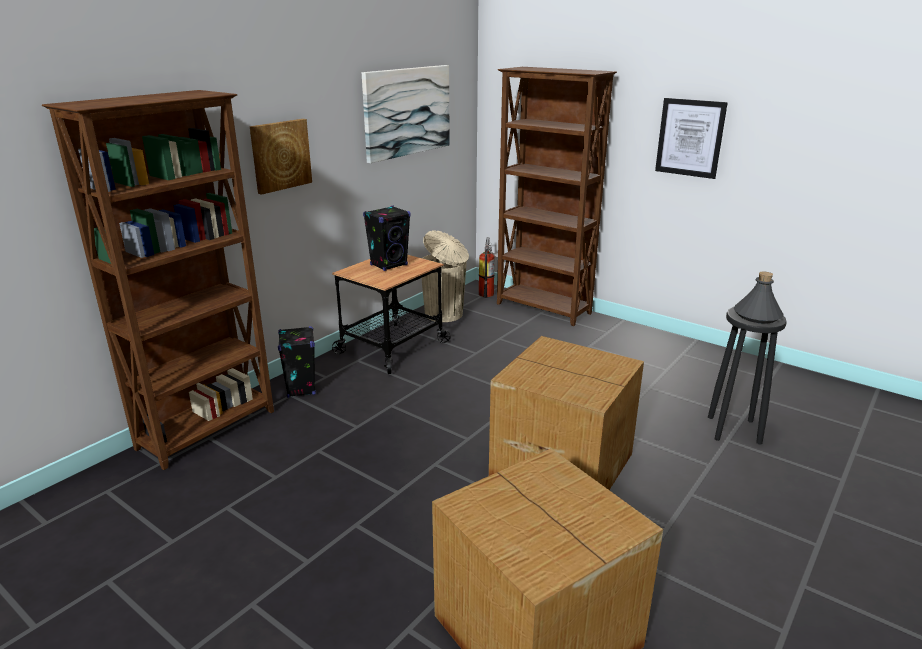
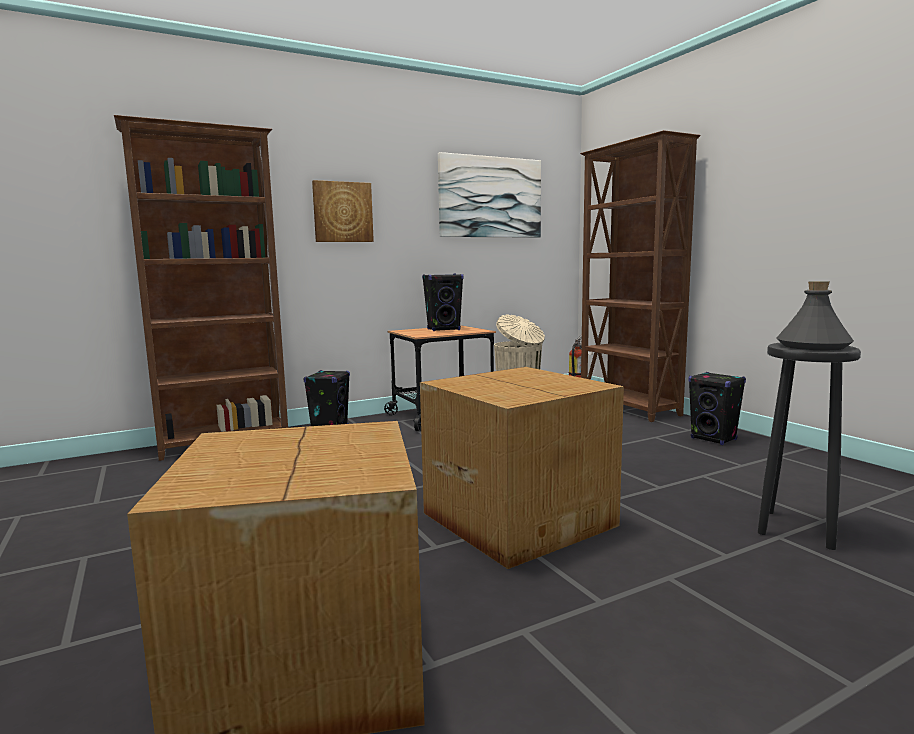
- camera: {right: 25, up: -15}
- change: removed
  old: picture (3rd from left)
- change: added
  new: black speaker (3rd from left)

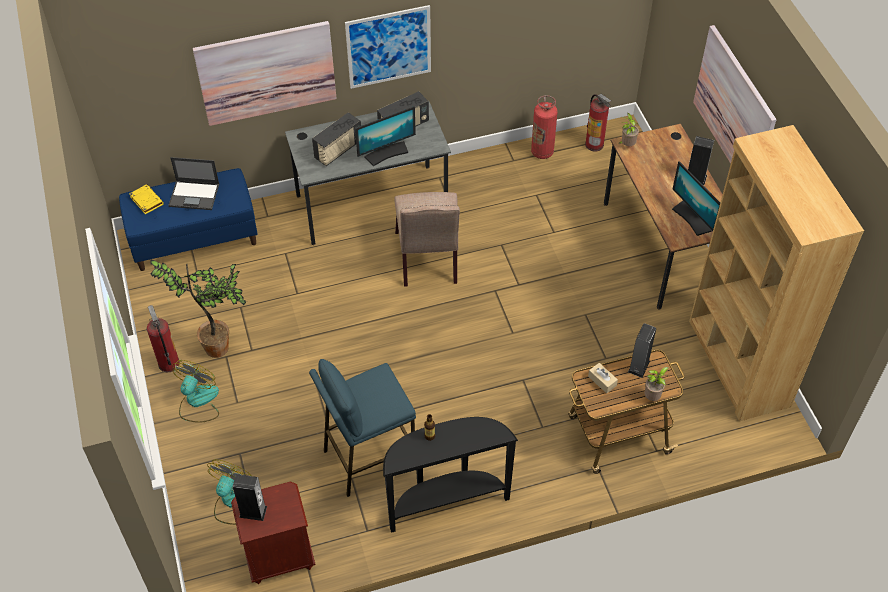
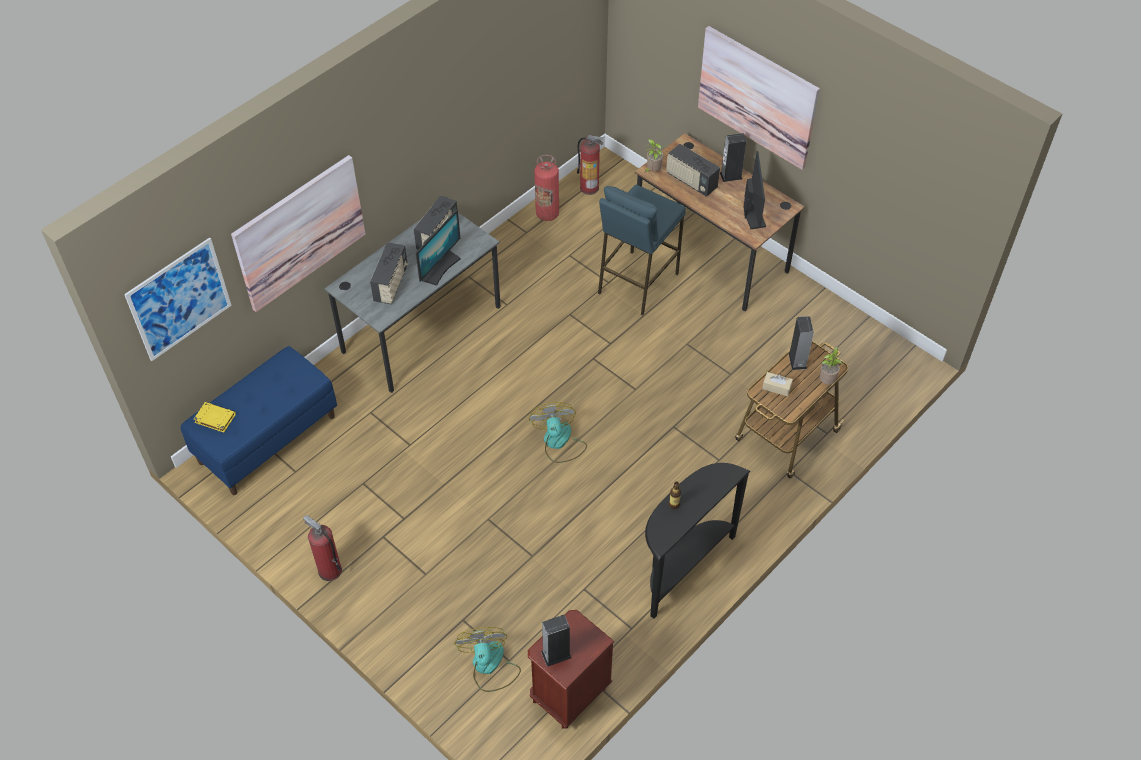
- camera: {right: -30, up: 0}
- change: removed
  old: potted plant (1st from left)
- change: removed
  old: notebook computer
- change: moved
  old: cooling fan (1st from left in the first image)
  new: cooling fan (2nd from left)
- change: moved
  old: bluish stool seat
- change: moved
  old: picture (2nd from left in the first image)
  new: picture (1st from left)
- change: removed
  old: beige upright chair
- change: turned
  old: computer screen (2nd from left)
  degrees: -120
- change: removed
  old: brown-coloured bookshelf
- change: added
  new: radio set (3rd from left)

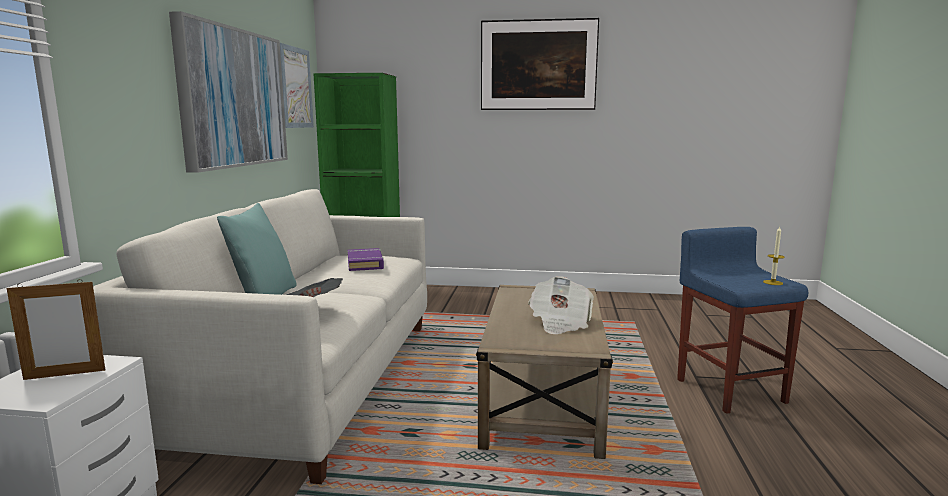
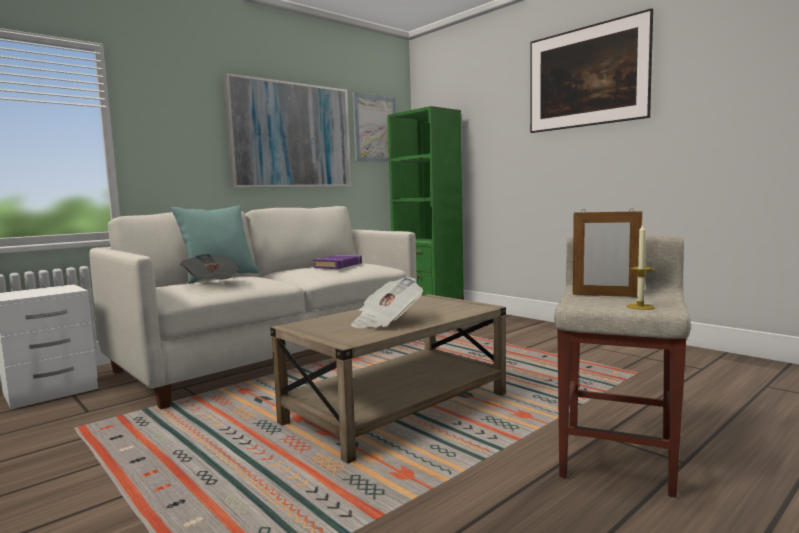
- camera: {right: 40, up: -5}
- change: moved
  old: photo frame
- change: recoloured
  old: bluish stool seat
  new: beige stool seat

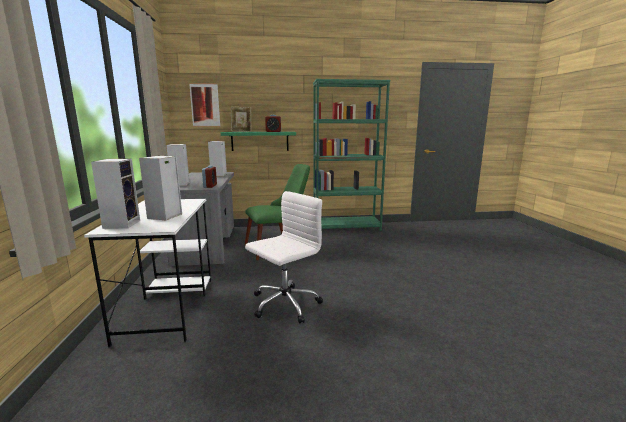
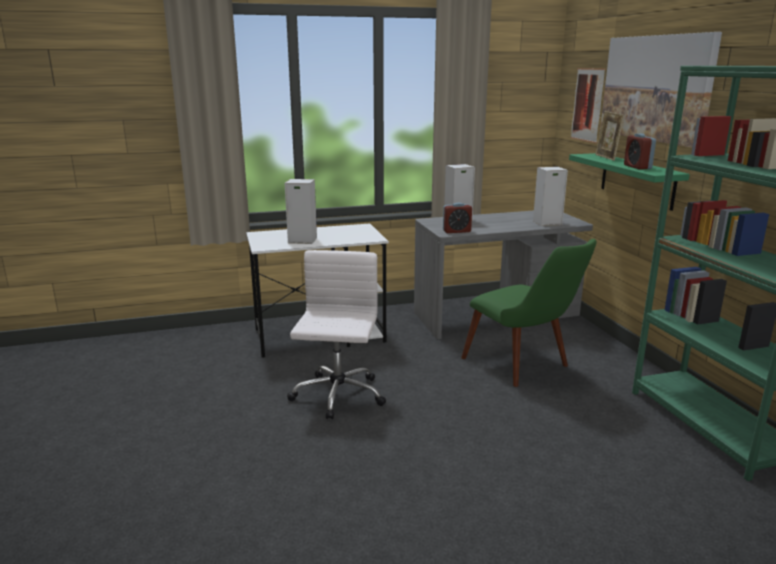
- camera: {right: 80, up: 5}
- change: removed
  old: speaker (1st from left)
- change: turned
  old: white-coloured office chair
  degrees: -120
- change: added
  new: picture (2nd from left)

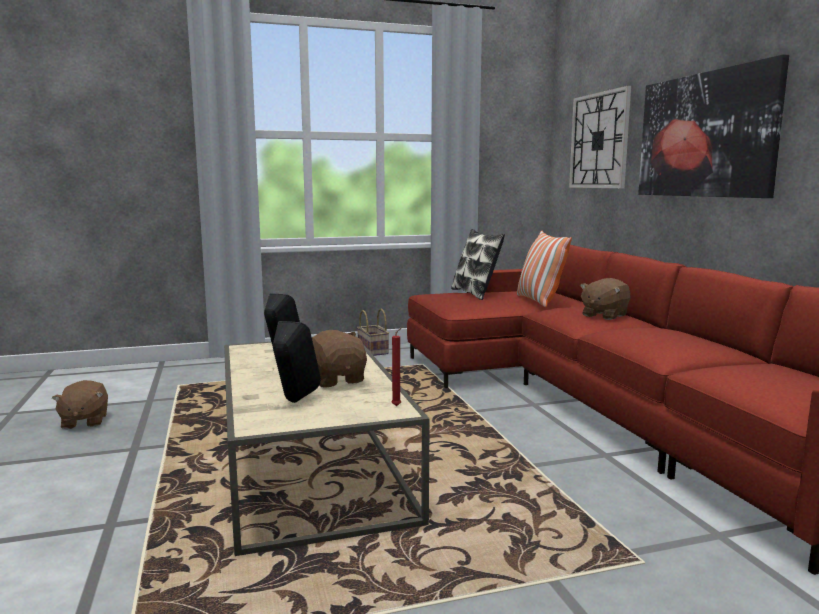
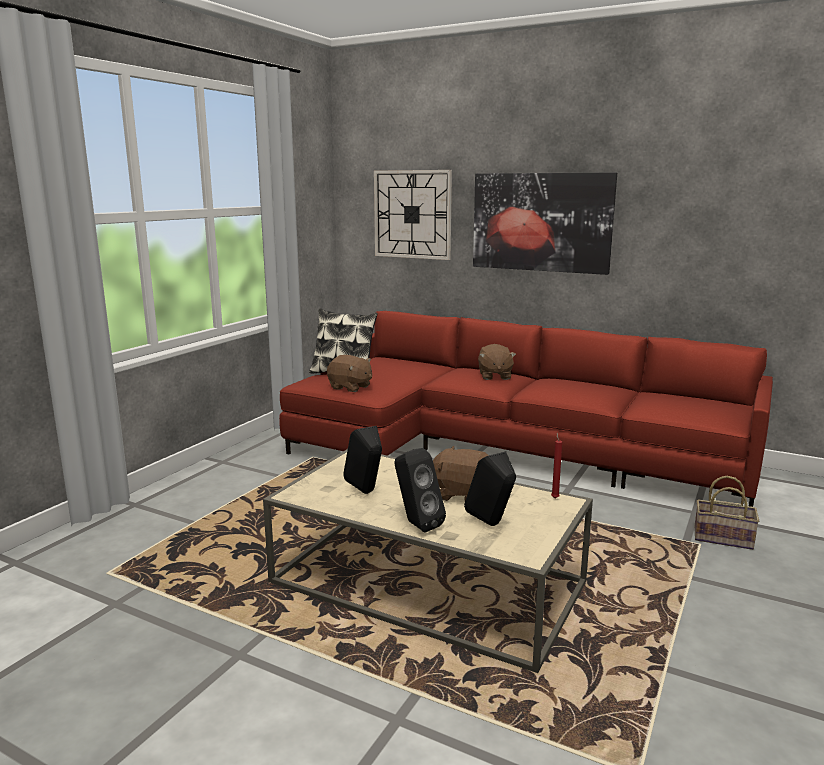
- camera: {right: -45, up: 5}
- change: moved
  old: brown-coloured soft toy (1st from left)
- change: moved
  old: storage basket
- change: removed
  old: pillow (2nd from left)
- change: added
  new: black speaker (2nd from left)

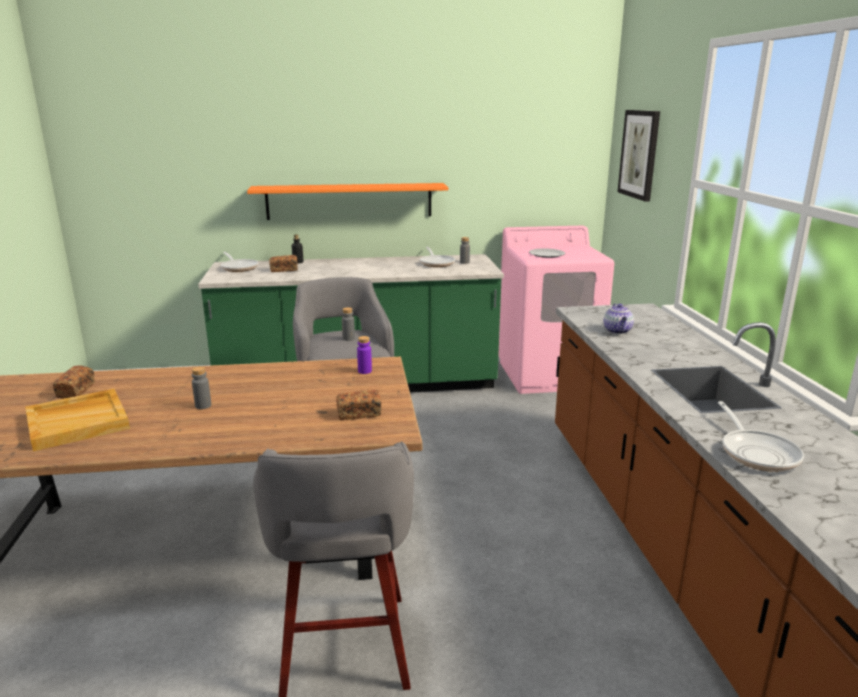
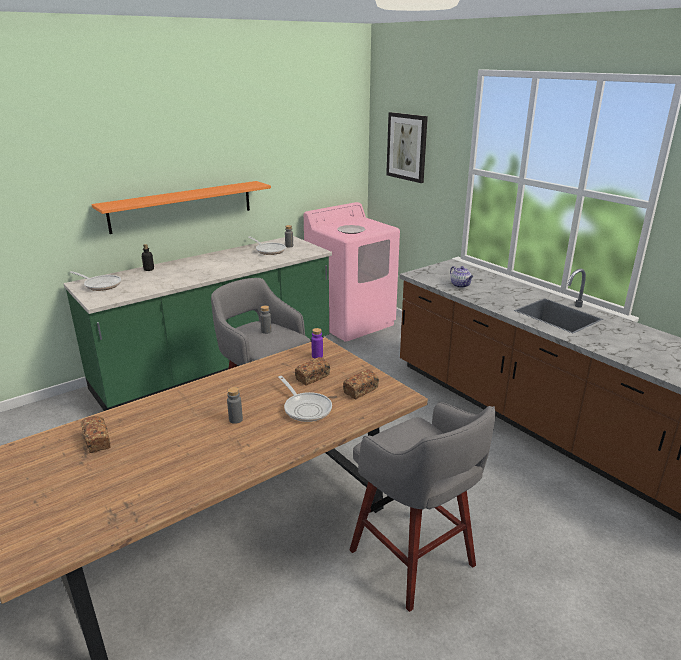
- camera: {right: -30, up: 5}
- change: removed
  old: beige tray
- change: moved
  old: baked bread (2nd from left)
- change: moved
  old: pan (3rd from left)

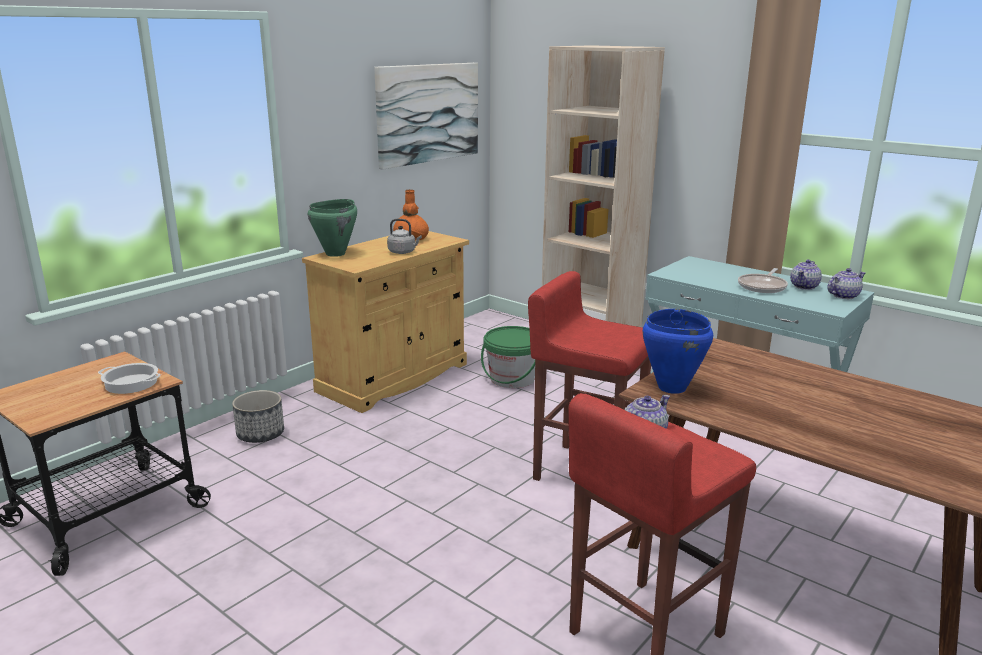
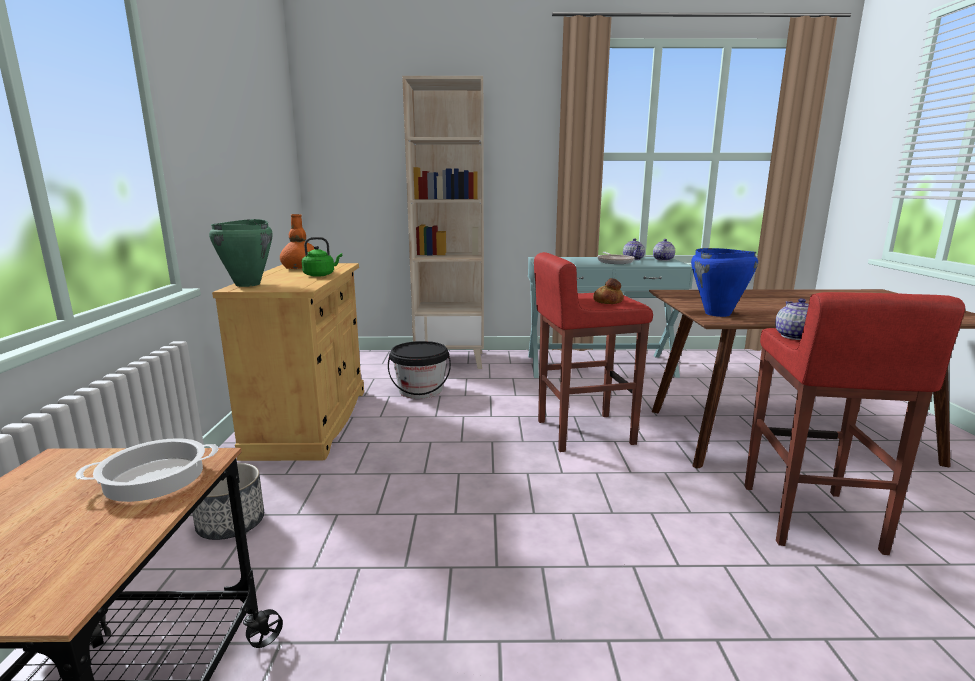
- camera: {right: -40, up: -5}
- change: removed
  old: picture
- change: recoloured
  old: greyish water kettle
  new: greenish water kettle
- change: recoloured
  old: greenish water bucket
  new: black water bucket
- change: added
  new: baked bread

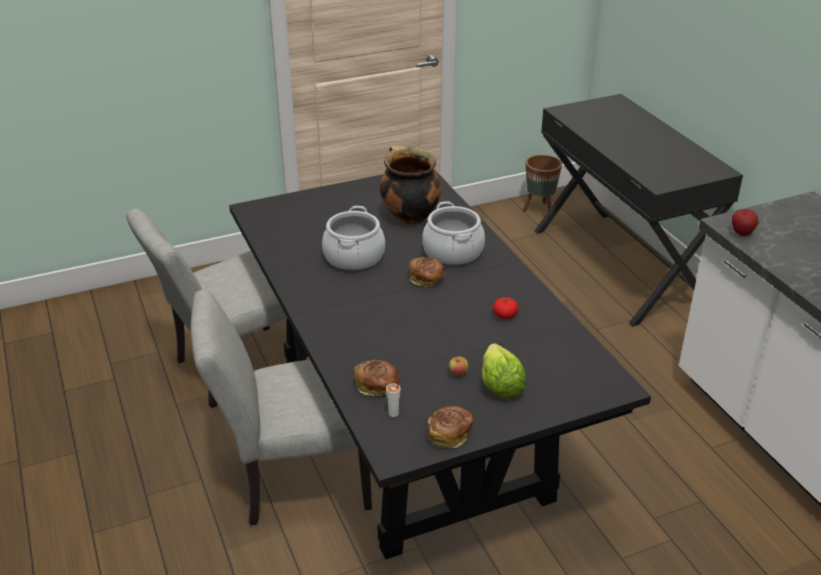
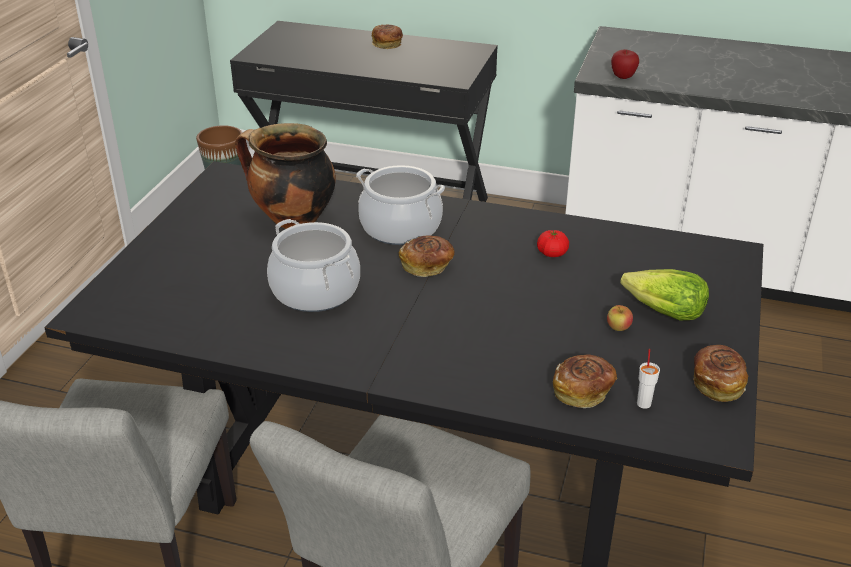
- camera: {right: -50, up: 0}
- change: added
  new: baked bread (1st from left)

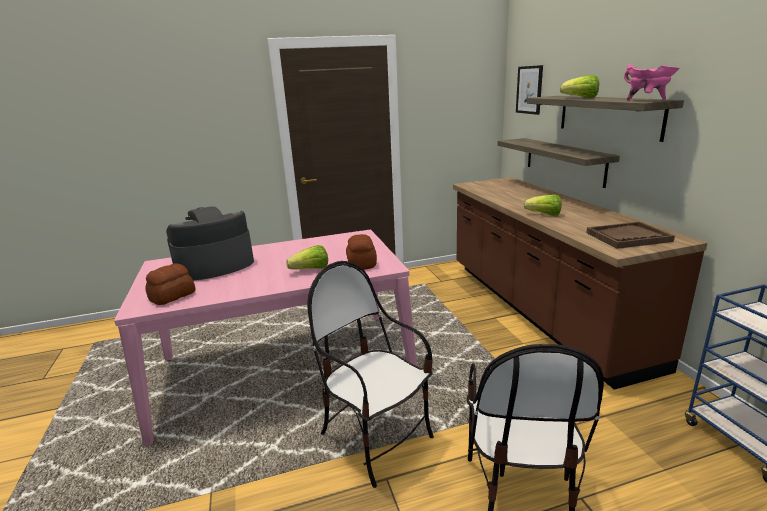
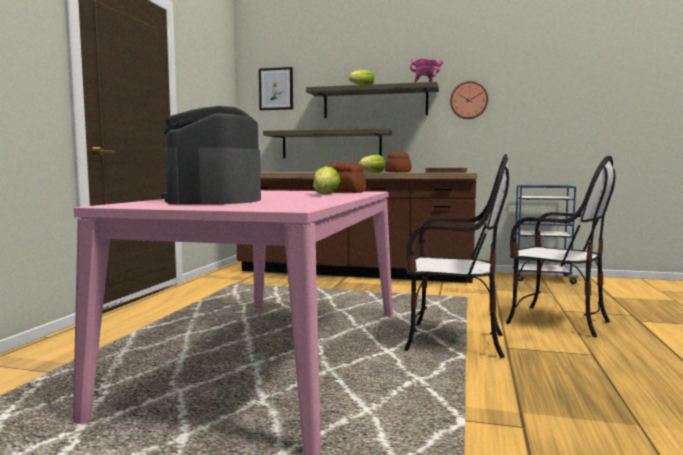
- camera: {right: -60, up: -15}
- change: moved
  old: baked bread (1st from left in the first image)
  new: baked bread (2nd from left)
- change: turned
  old: upright chair (1st from left)
  degrees: -150
- change: added
  new: clock on the wall

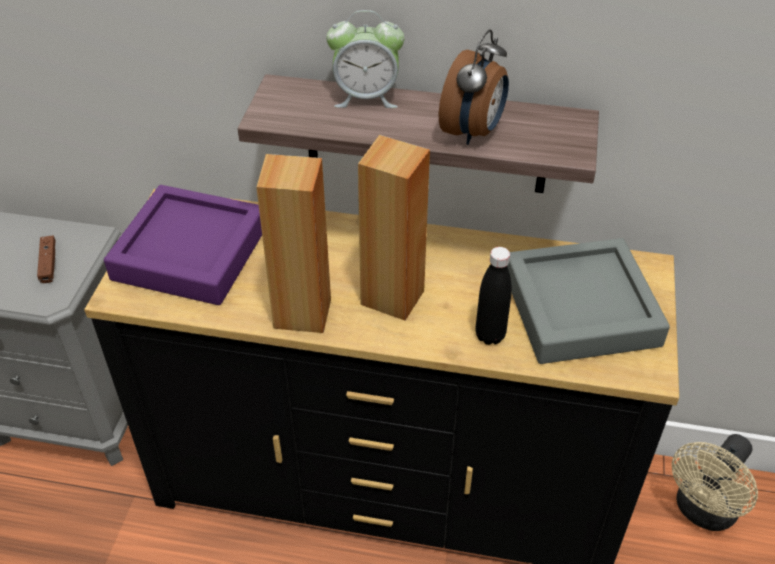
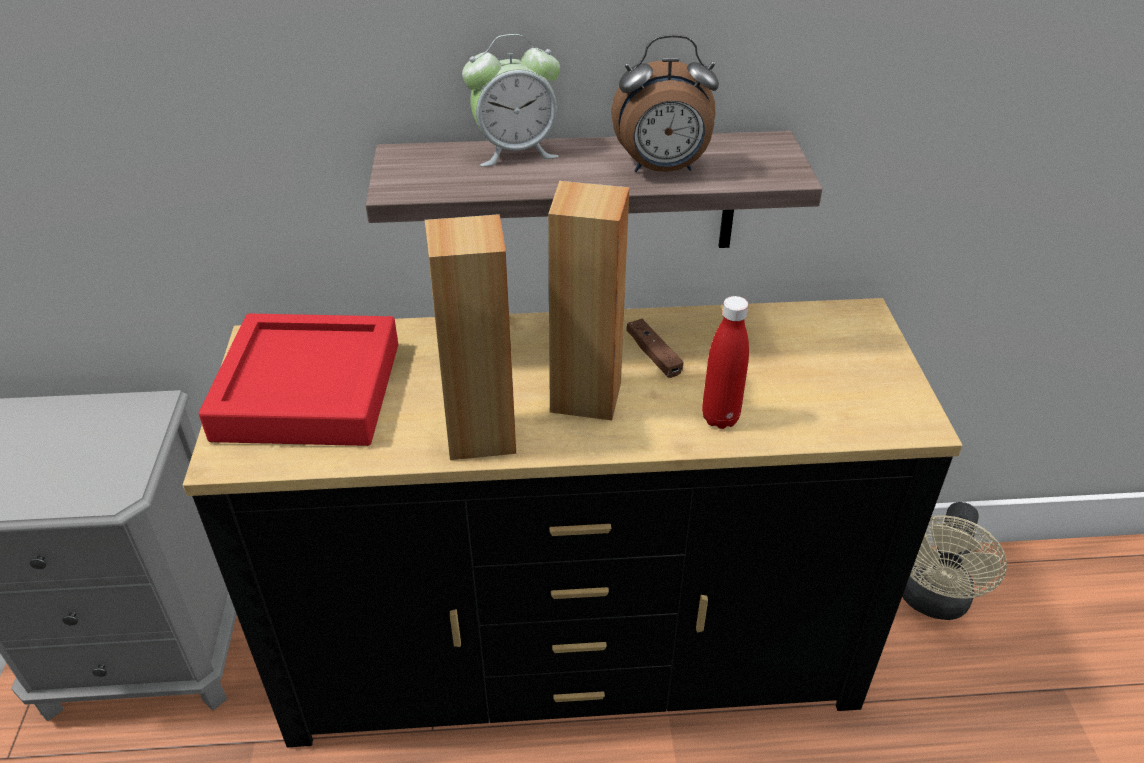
- camera: {right: -15, up: -5}
- change: moved
  old: brown-coloured game controller
- change: recoloured
  old: purplish tray
  new: red-coloured tray
- change: turned
  old: alarm clock (2nd from left)
  degrees: 75
- change: recoloured
  old: black bottle
  new: red-coloured bottle
- change: removed
  old: greyish tray

